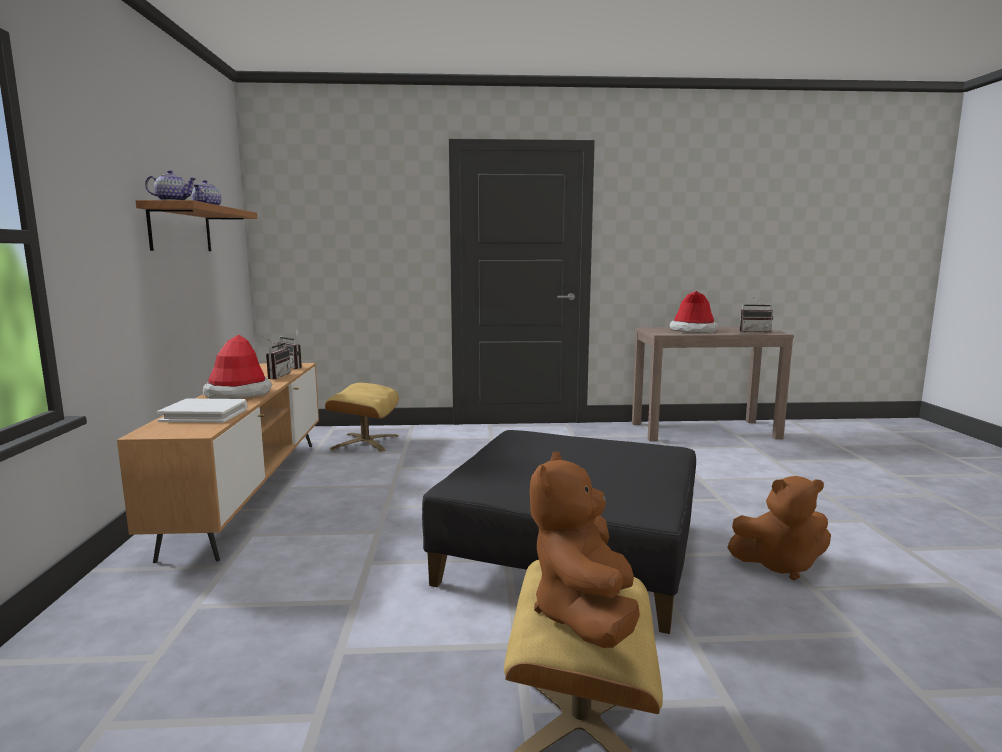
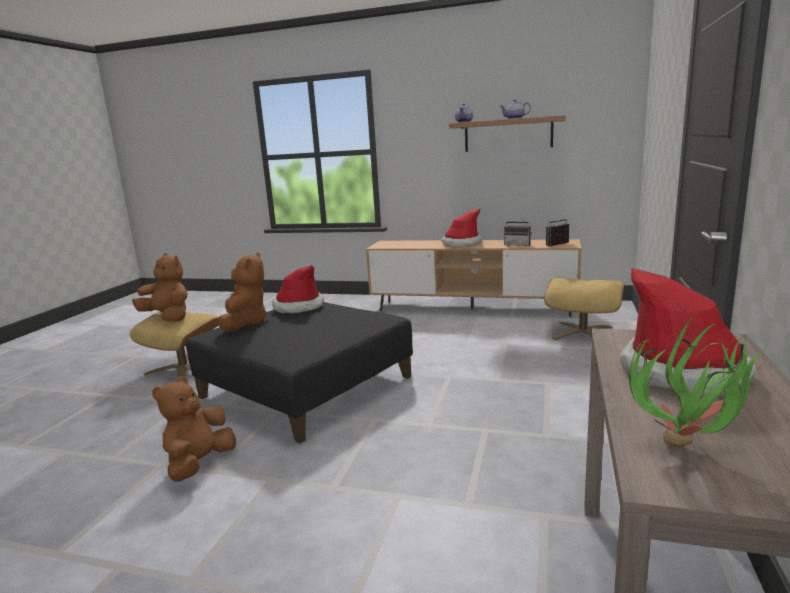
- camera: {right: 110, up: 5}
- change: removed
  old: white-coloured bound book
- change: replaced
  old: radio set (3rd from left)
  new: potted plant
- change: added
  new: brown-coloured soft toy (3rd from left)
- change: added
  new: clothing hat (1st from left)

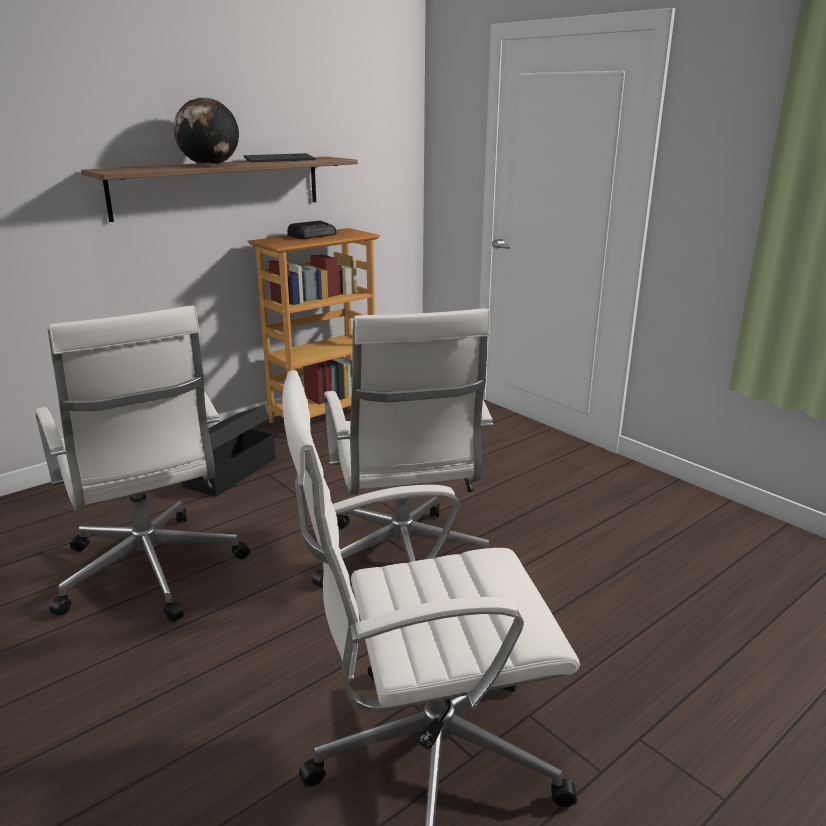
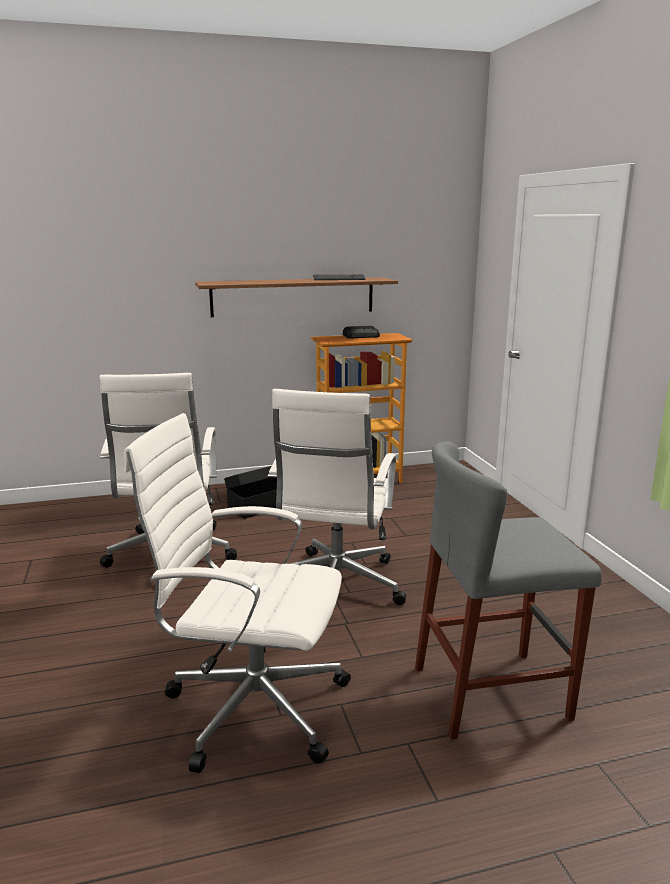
- camera: {right: 25, up: -5}
- change: removed
  old: world globe
- change: added
  new: greyish stool seat

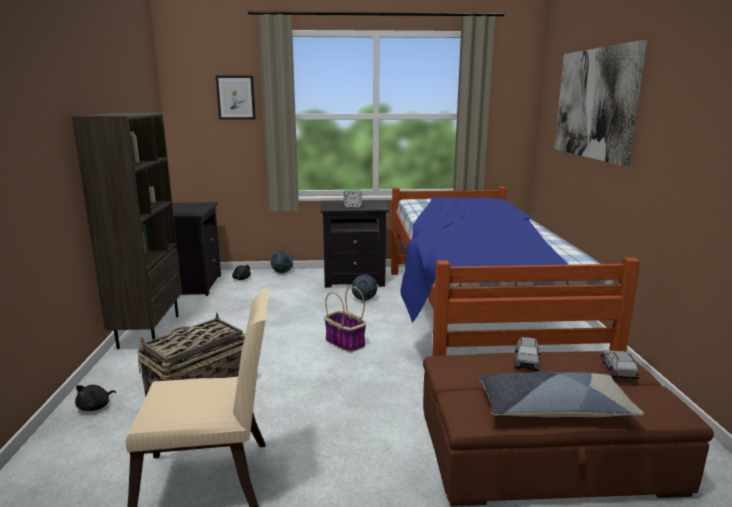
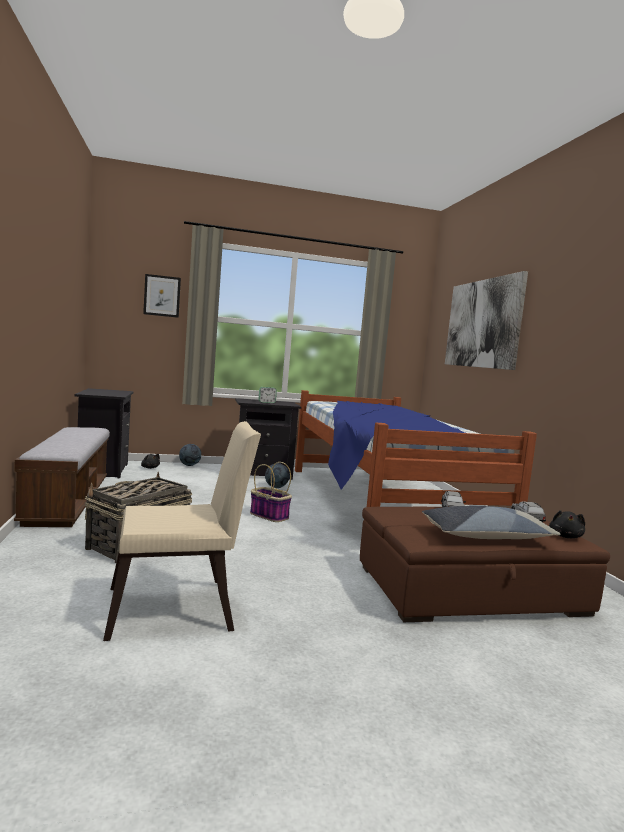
- camera: {right: -10, up: -10}
- change: replaced
  old: brown-coloured bookshelf
  new: long seat
- change: moved
  old: black soft toy (1st from left in the first image)
  new: black soft toy (2nd from left)

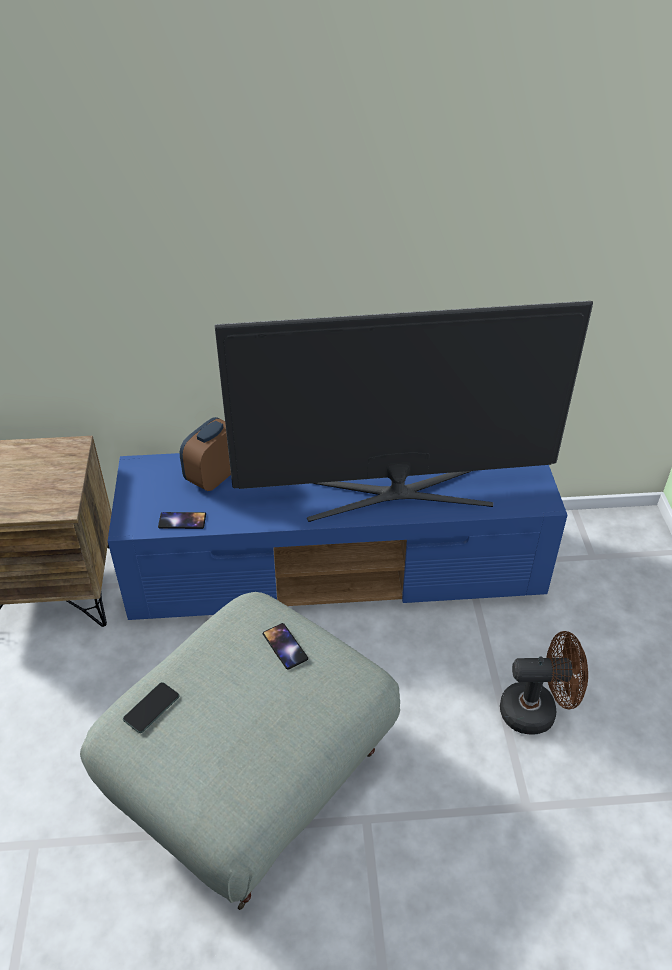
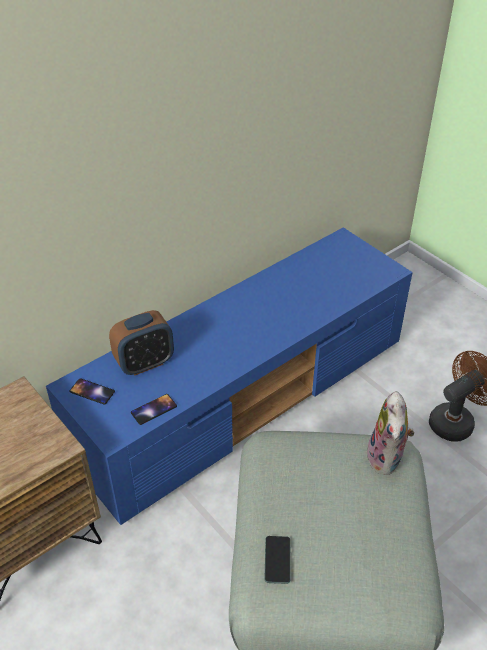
- camera: {right: -35, up: 0}
- change: turned
  old: alarm clock
  degrees: -120
- change: removed
  old: TV set
- change: moved
  old: handset (3rd from left in the first image)
  new: handset (1st from left)
- change: added
  new: soft toy

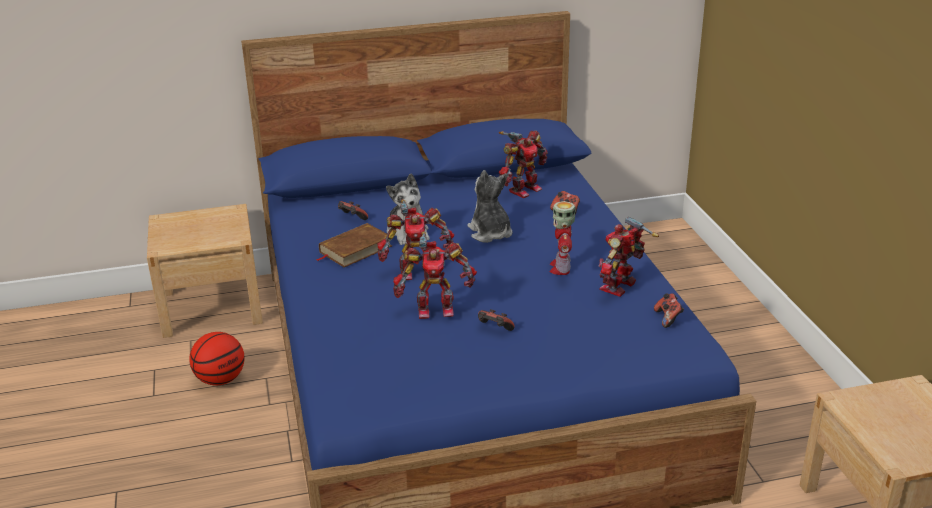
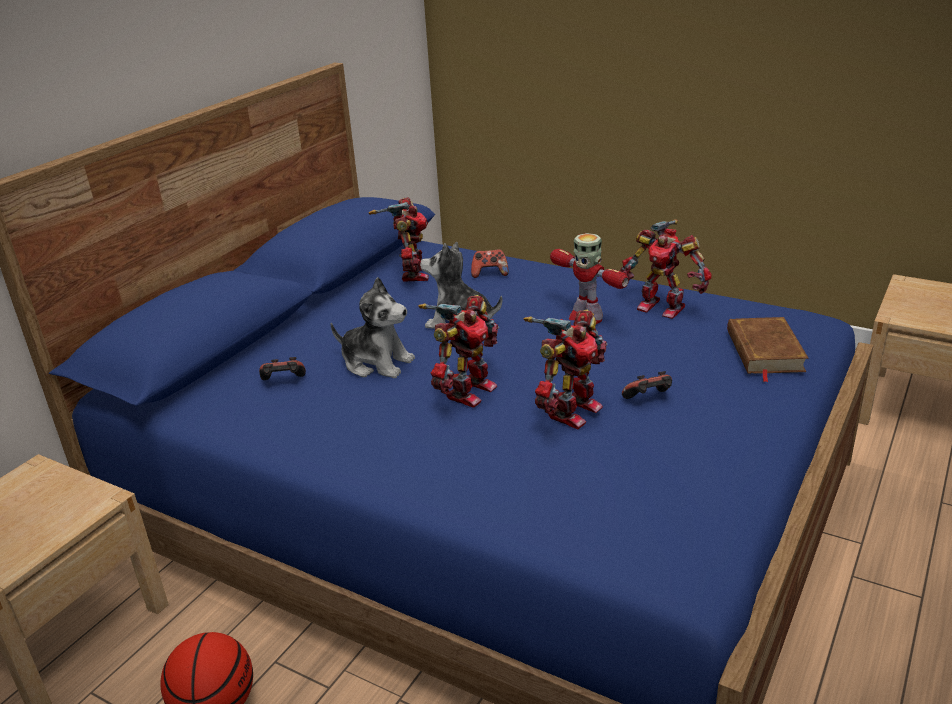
- camera: {right: -45, up: 0}
- change: moved
  old: brown-coloured bound book
- change: turned
  old: robot figure (5th from left)
  degrees: -45
- change: removed
  old: game controller (4th from left)

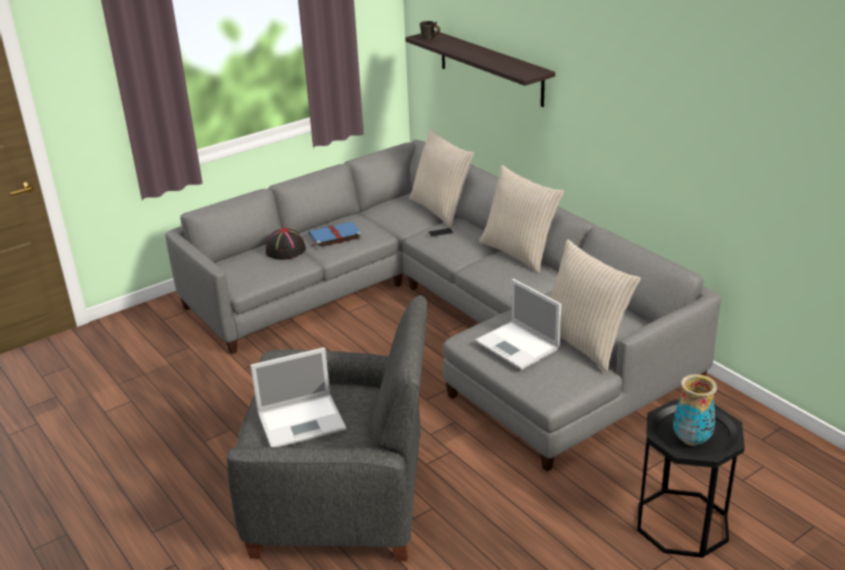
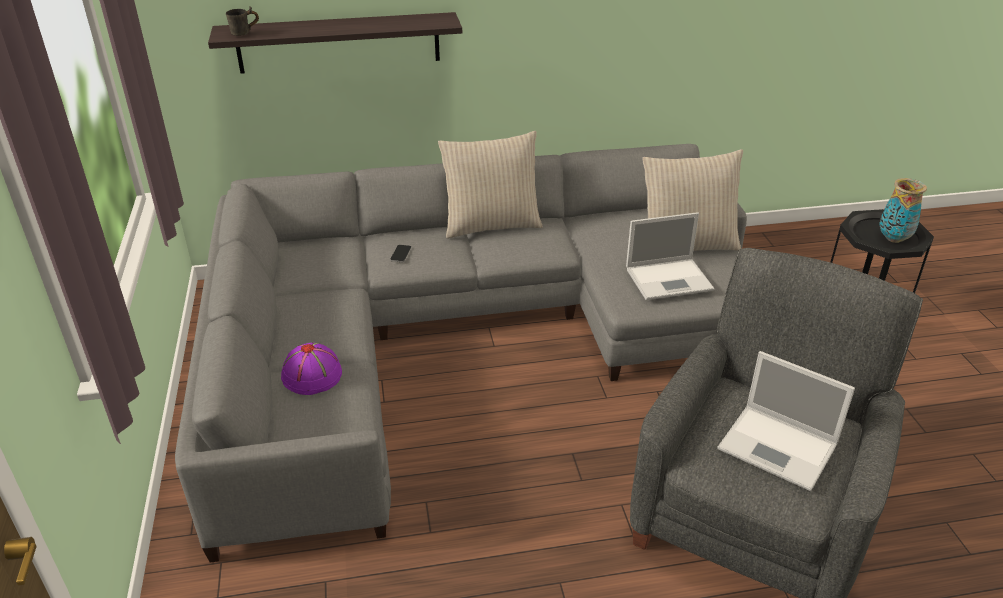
- camera: {right: -65, up: 5}
- change: turned
  old: notebook computer (1st from left in the first image)
  degrees: 120
- change: recoloured
  old: black clothing hat
  new: purplish clothing hat
- change: removed
  old: bluish bound book
- change: removed
  old: beige pillow (1st from left)

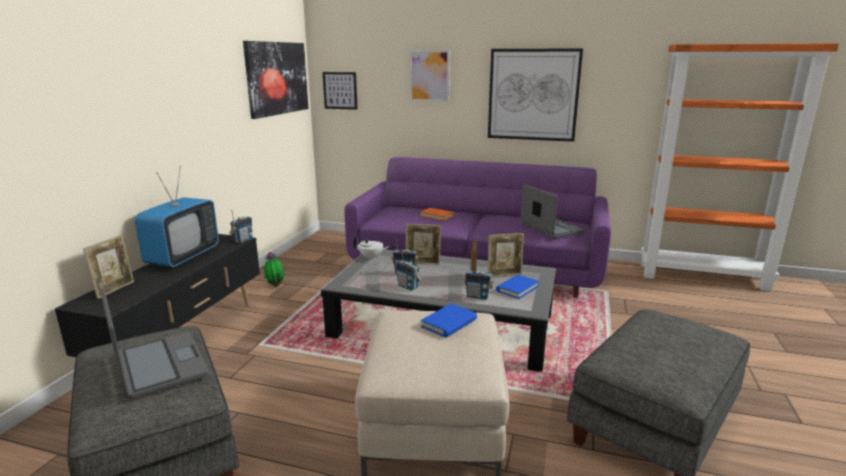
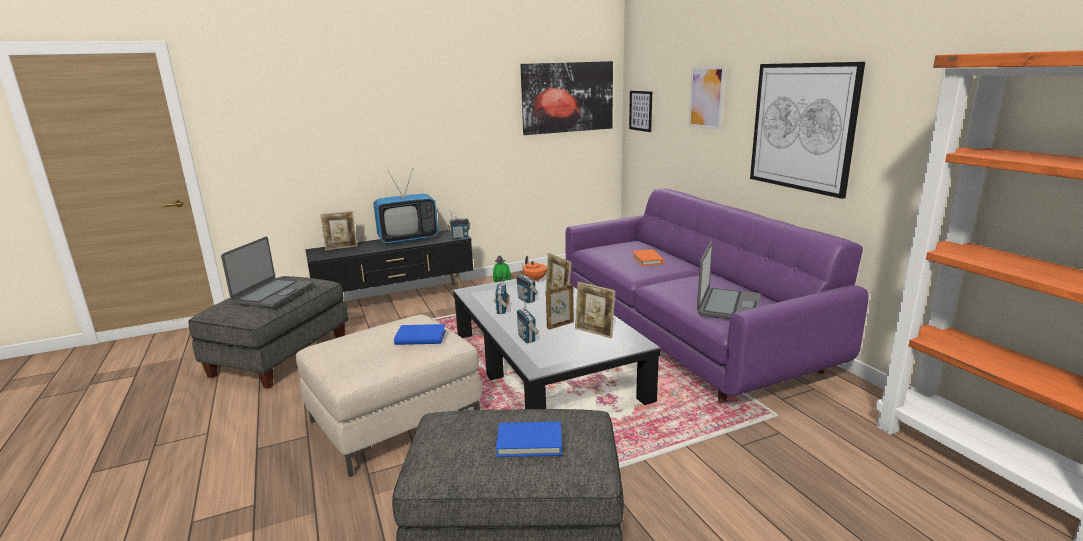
- camera: {right: 50, up: 0}
- change: recoloured
  old: white-coloured teapot
  new: orange-coloured teapot
- change: moved
  old: bluish bound book (2nd from left)

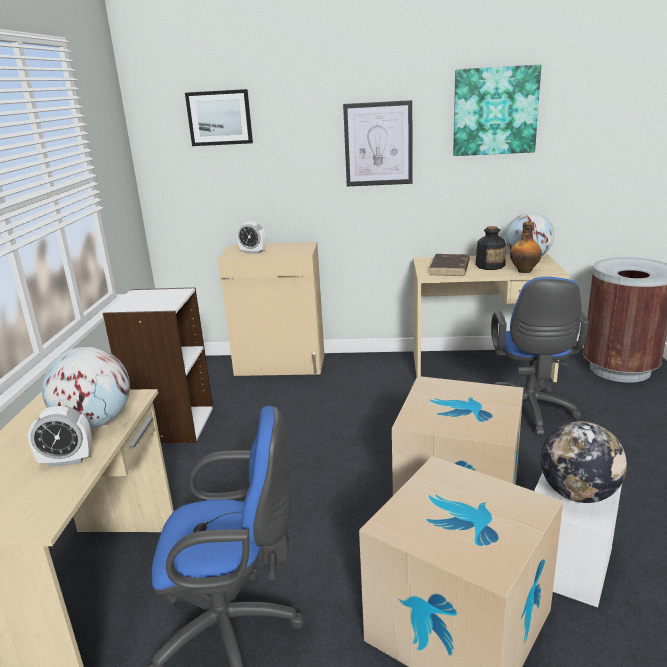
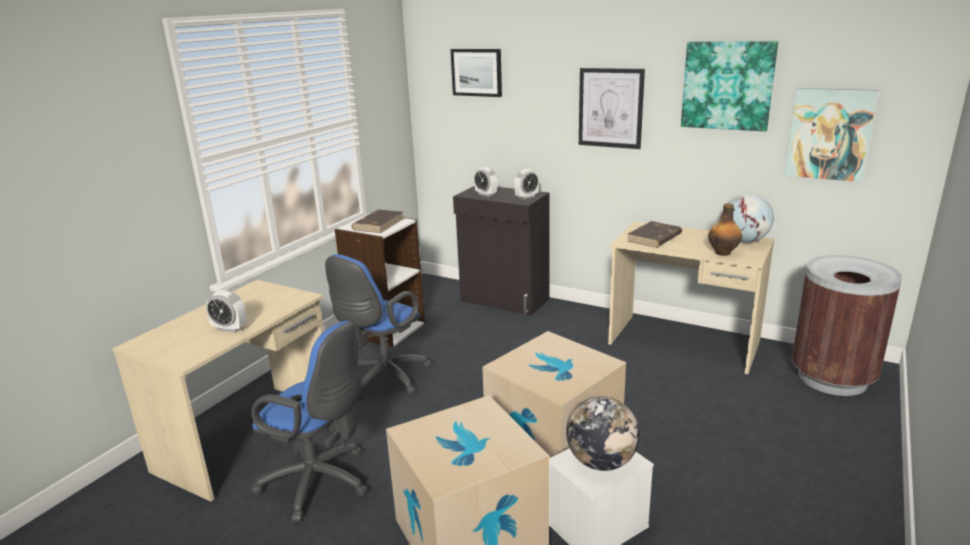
- camera: {right: 25, up: 0}
- change: removed
  old: world globe (1st from left)
- change: recoloured
  old: beige cabinet
  new: black cabinet
- change: removed
  old: bottle (1st from left)
- change: moved
  old: bluish office chair (2nd from left)
- change: added
  new: brown-coloured bound book (1st from left)
- change: added
  new: alarm clock (3rd from left)
- change: added
  new: picture (4th from left)

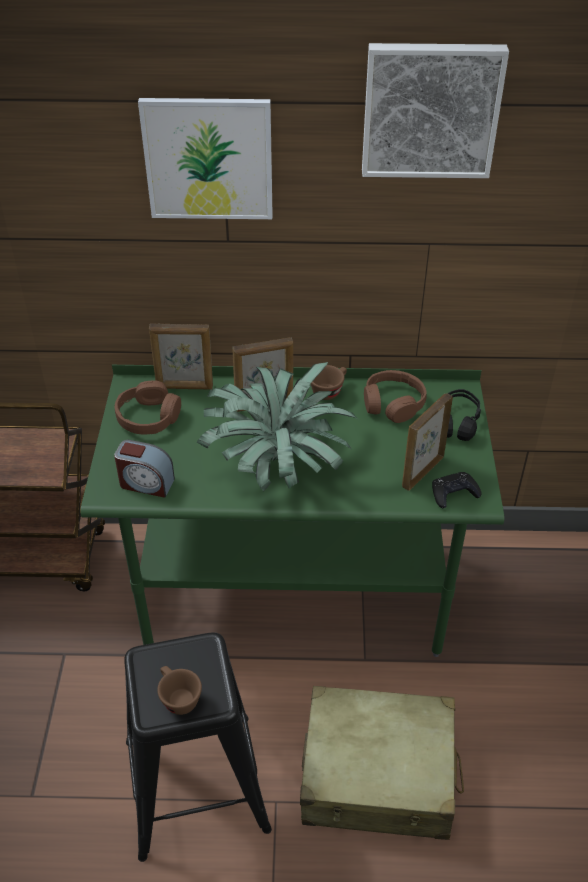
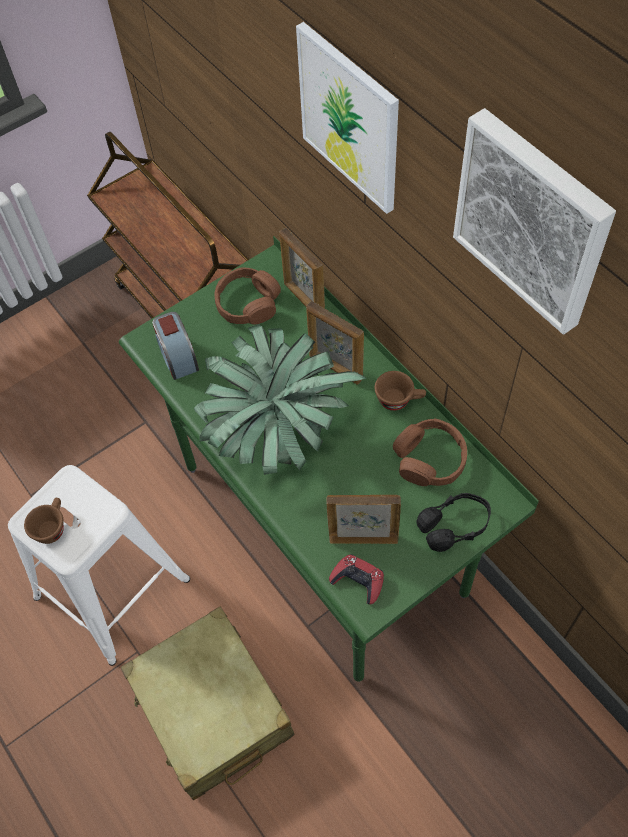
- camera: {right: 55, up: 15}
- change: recoloured
  old: black stool seat
  new: white-coloured stool seat
- change: recoloured
  old: black game controller
  new: red-coloured game controller

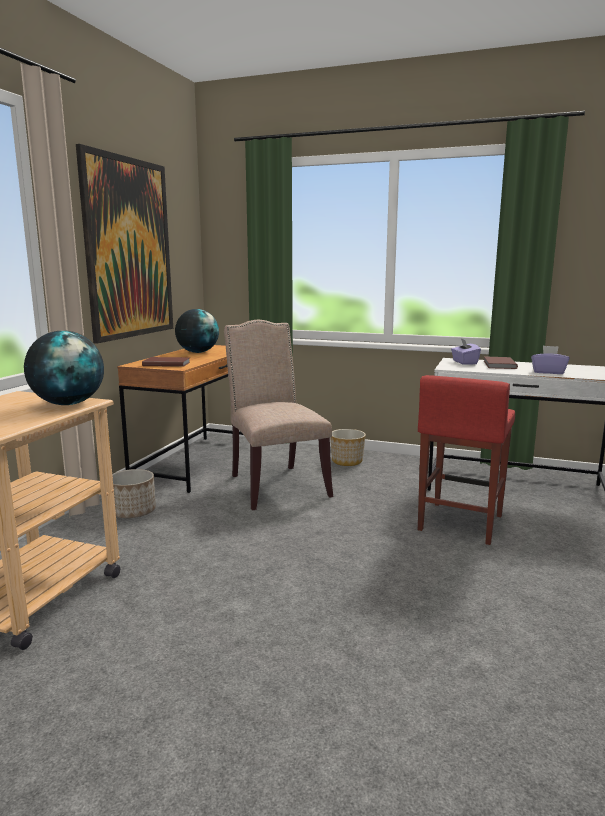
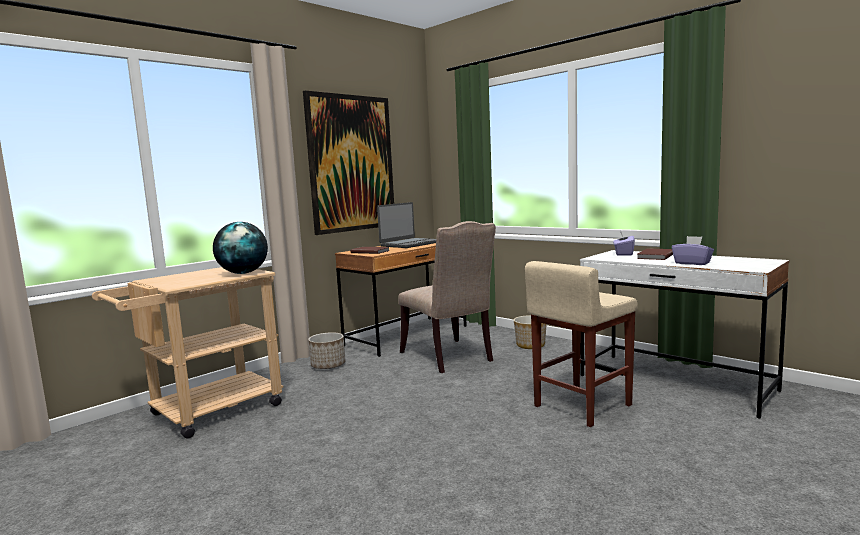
- camera: {right: 25, up: -5}
- change: replaced
  old: world globe (2nd from left)
  new: notebook computer
- change: turned
  old: beige upright chair
  degrees: 150
- change: recoloured
  old: red-coloured stool seat
  new: beige stool seat

